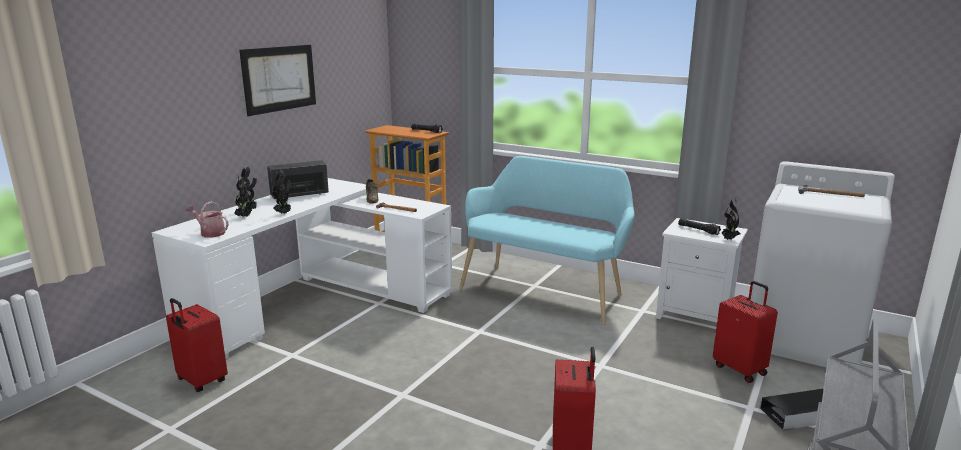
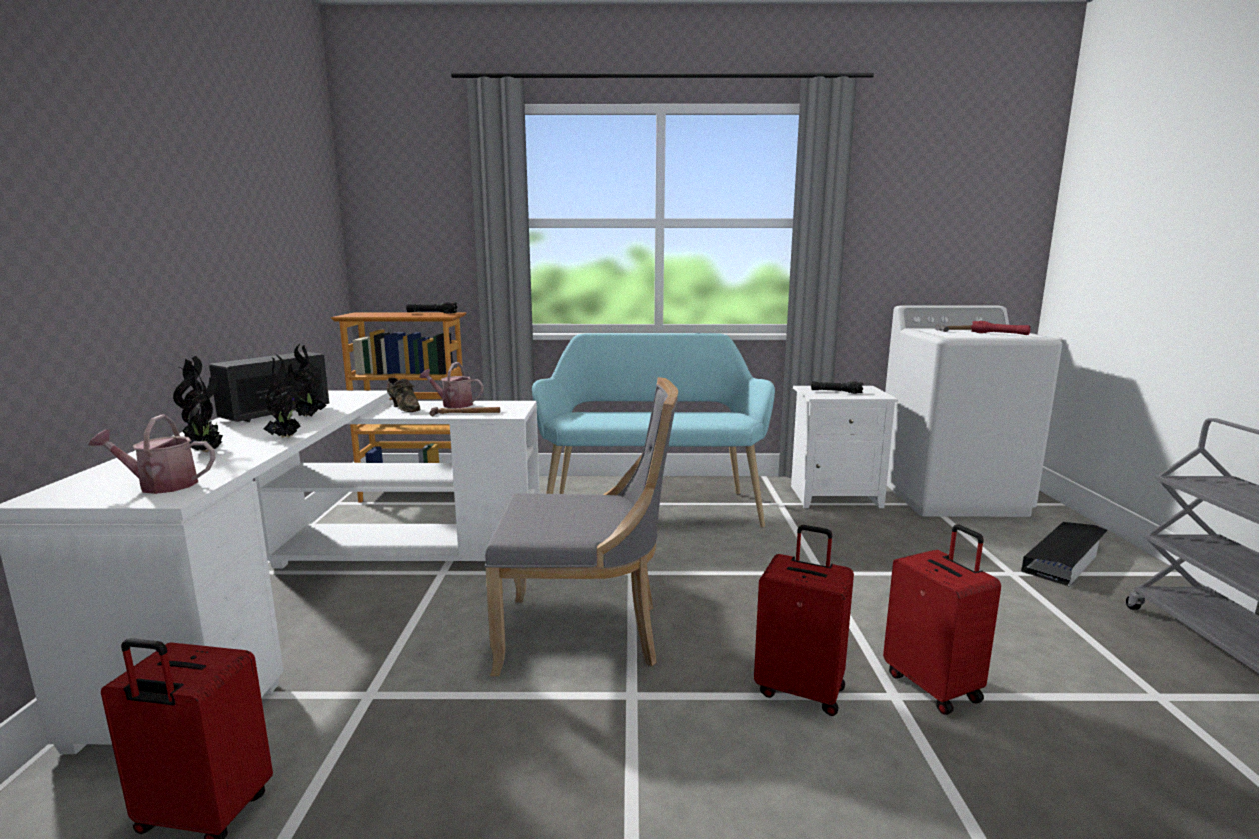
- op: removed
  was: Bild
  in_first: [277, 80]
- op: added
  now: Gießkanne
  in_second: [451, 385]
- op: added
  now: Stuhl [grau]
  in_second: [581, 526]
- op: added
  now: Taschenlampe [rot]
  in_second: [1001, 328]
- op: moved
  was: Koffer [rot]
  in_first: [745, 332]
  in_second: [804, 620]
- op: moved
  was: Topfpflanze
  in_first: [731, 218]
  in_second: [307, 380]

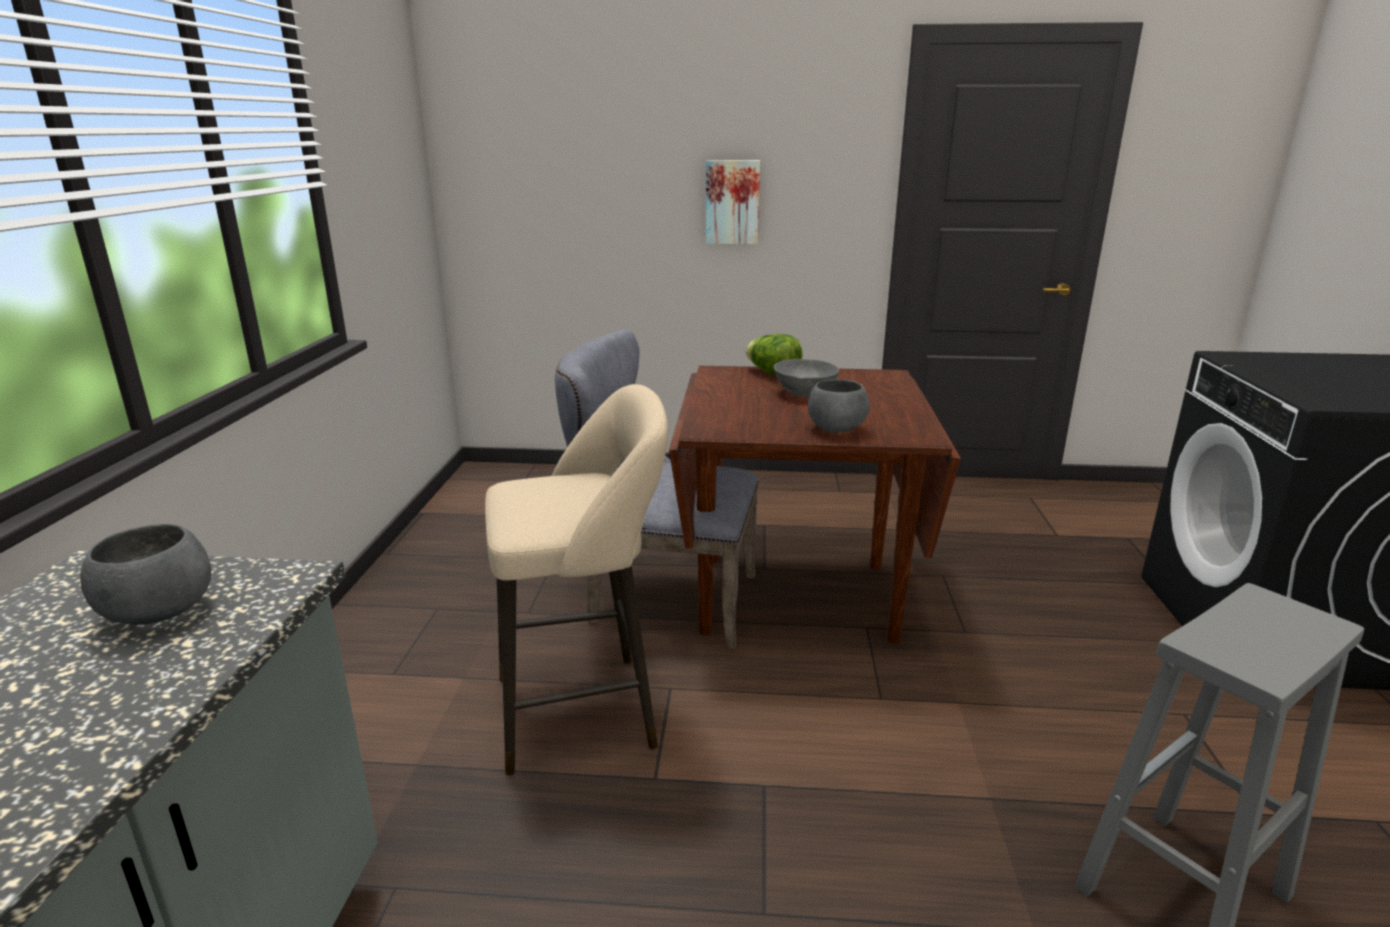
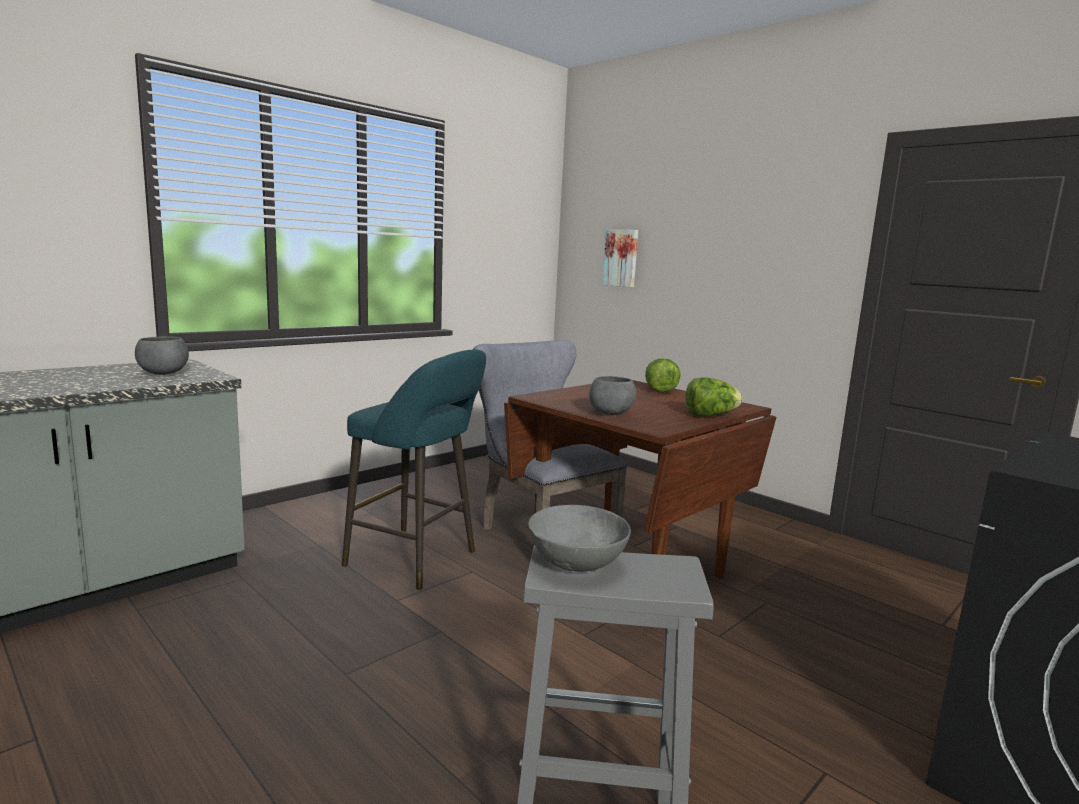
- op: added
  now: Salatkopf
  in_second: [714, 397]
- op: moved
  was: Bild
  in_first: [733, 202]
  in_second: [620, 258]
- op: moved
  was: Schüssel [grau]
  in_first: [806, 378]
  in_second: [579, 538]
- op: recoloured
  was: Hocker [beige]
  now: Hocker [türkis]
  in_first: [576, 580]
  in_second: [414, 470]

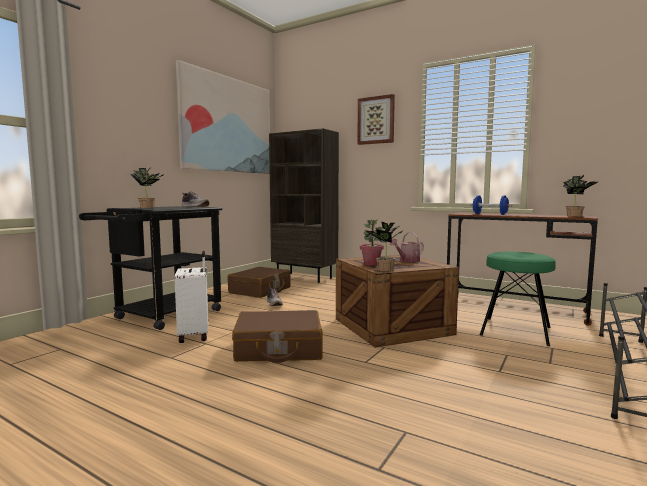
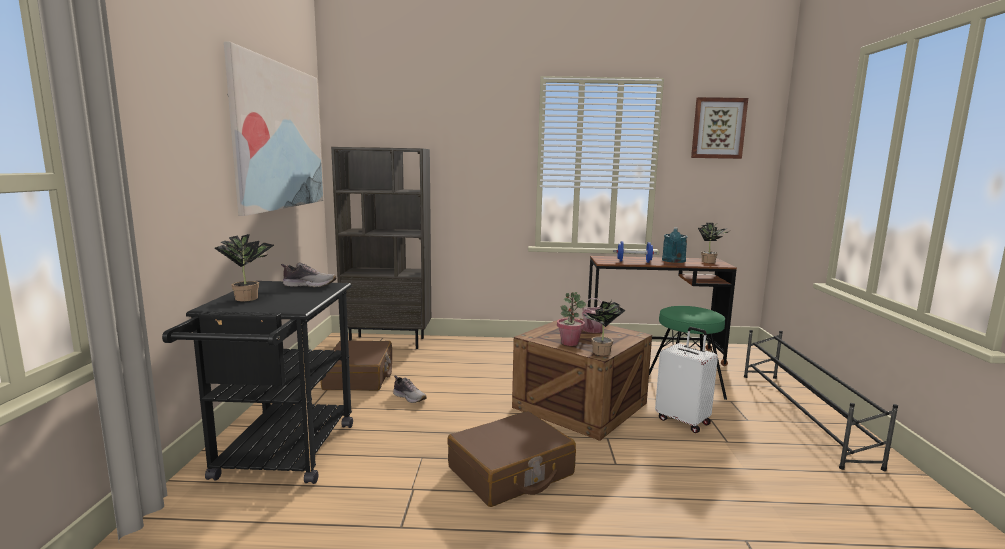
- op: added
  now: Gießkanne [türkis]
  in_second: [675, 245]
- op: moved
  was: Koffer [weiß]
  in_first: [191, 297]
  in_second: [686, 380]
- op: moved
  was: Bild
  in_first: [376, 119]
  in_second: [719, 128]

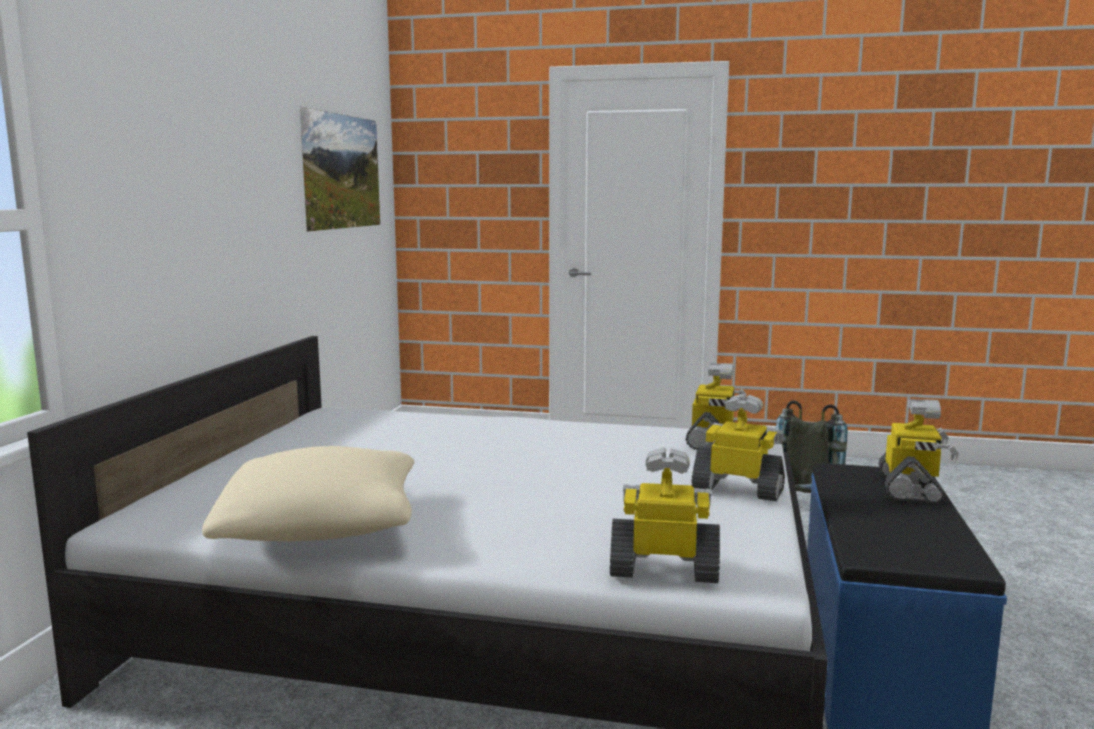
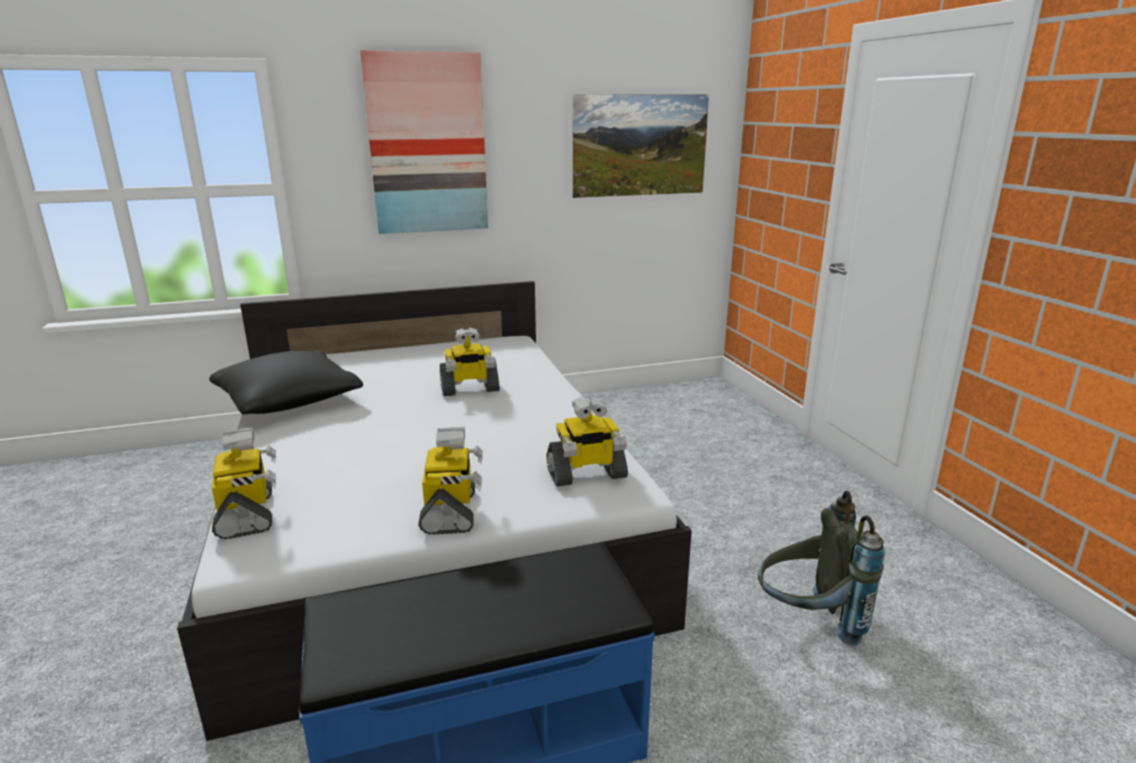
- op: added
  now: Bild
  in_second: [424, 142]
- op: moved
  was: Spielzeugroboter
  in_first: [918, 451]
  in_second: [470, 361]
- op: recoloured
  was: Kissen [beige]
  now: Kissen [schwarz]
  in_first: [308, 493]
  in_second: [286, 383]

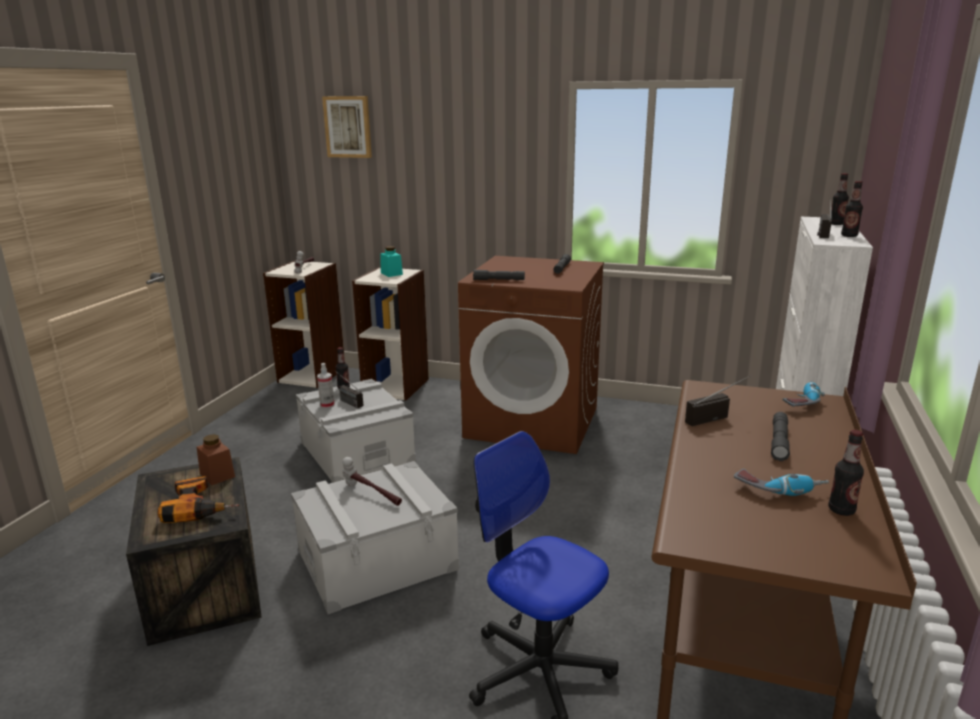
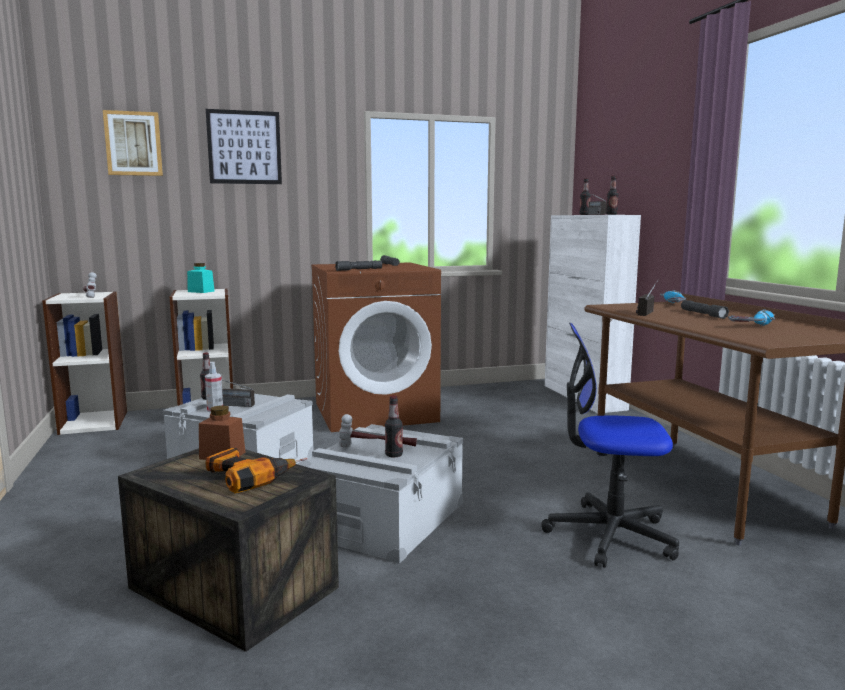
- op: added
  now: Bild
  in_second: [244, 146]
- op: moved
  was: Flasche
  in_first: [846, 473]
  in_second: [394, 426]

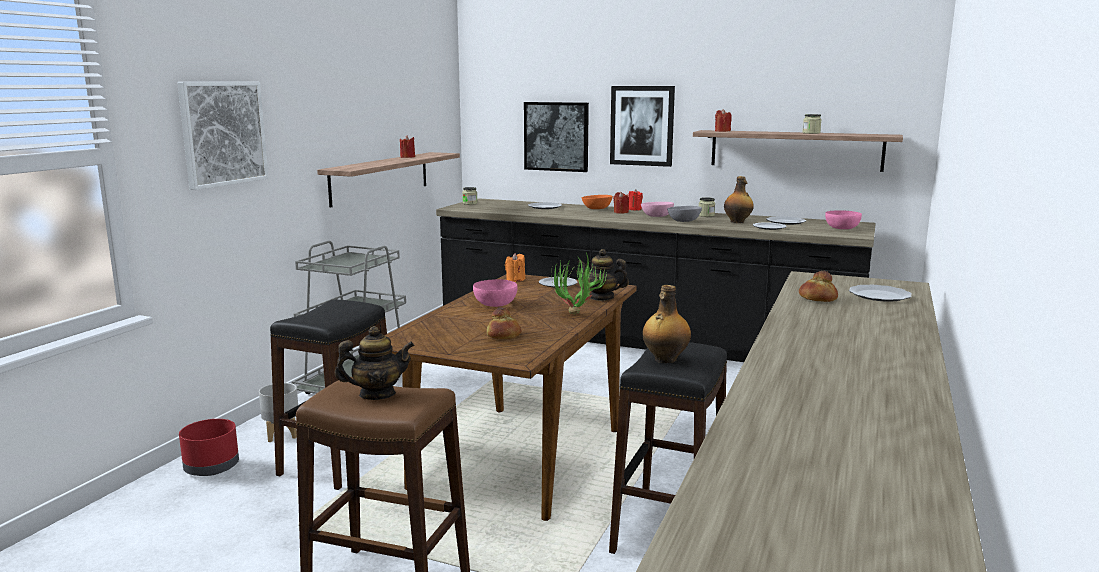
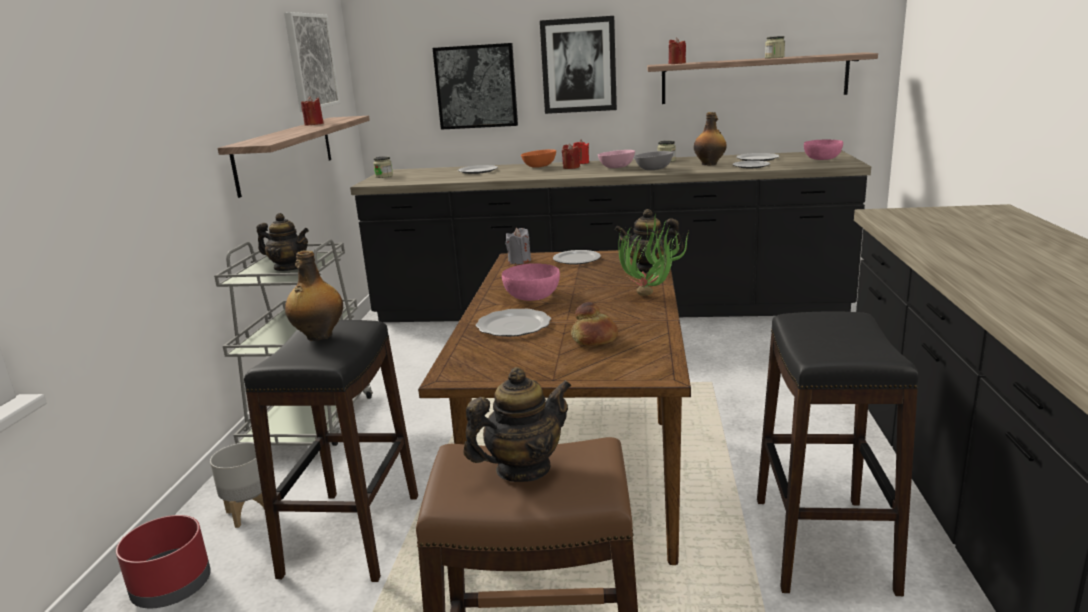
- op: removed
  was: Brot
  in_first: [818, 286]
- op: added
  now: Teekanne
  in_second: [283, 242]
- op: moved
  was: Bild
  in_first: [222, 136]
  in_second: [312, 62]
- op: moved
  was: Flasche
  in_first: [667, 324]
  in_second: [314, 296]
- op: moved
  was: Teller
  in_first: [880, 293]
  in_second: [513, 323]
- op: recoloured
  was: Kerze [orange]
  now: Kerze [grau]
  in_first: [515, 267]
  in_second: [518, 246]

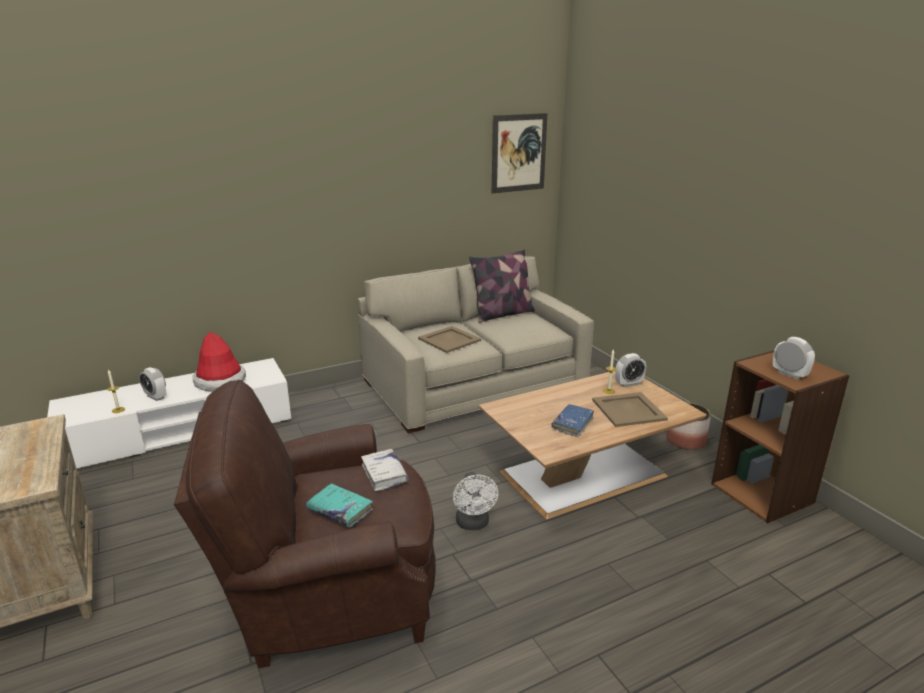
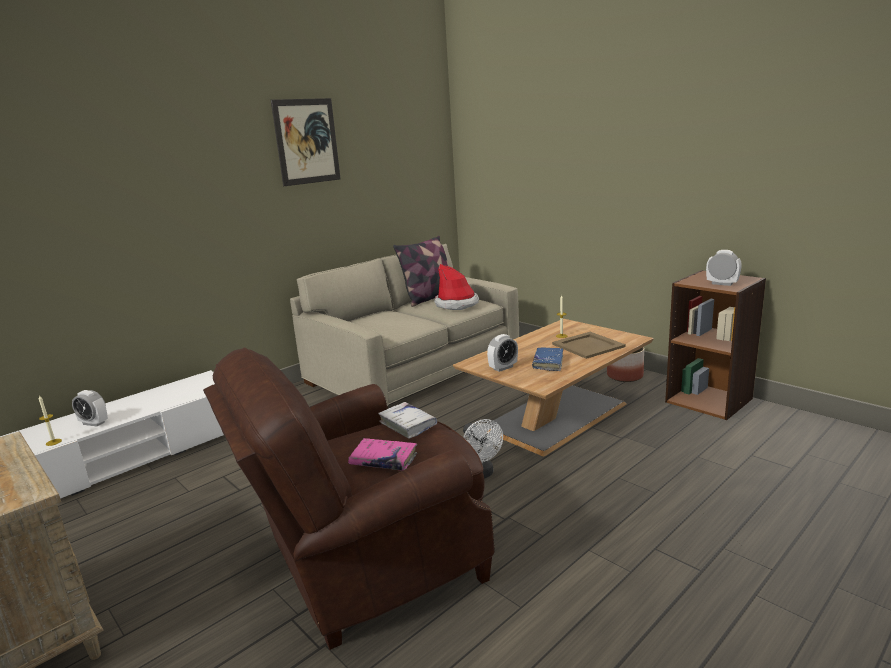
- op: removed
  was: Tablett [beige]
  in_first: [449, 339]
- op: moved
  was: Hut
  in_first: [219, 362]
  in_second: [456, 287]
- op: moved
  was: Bild
  in_first: [520, 153]
  in_second: [306, 142]
- op: moved
  was: Wecker
  in_first: [630, 370]
  in_second: [502, 353]
- op: recoloured
  was: Buch [türkis]
  now: Buch [rosa]
  in_first: [339, 505]
  in_second: [382, 454]

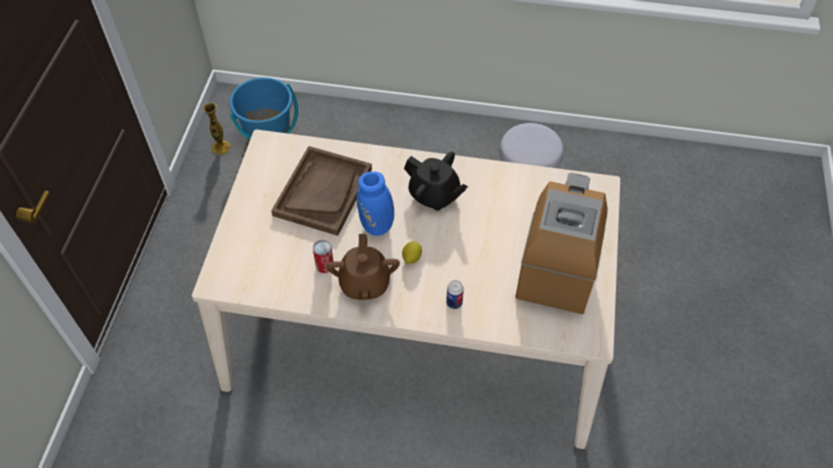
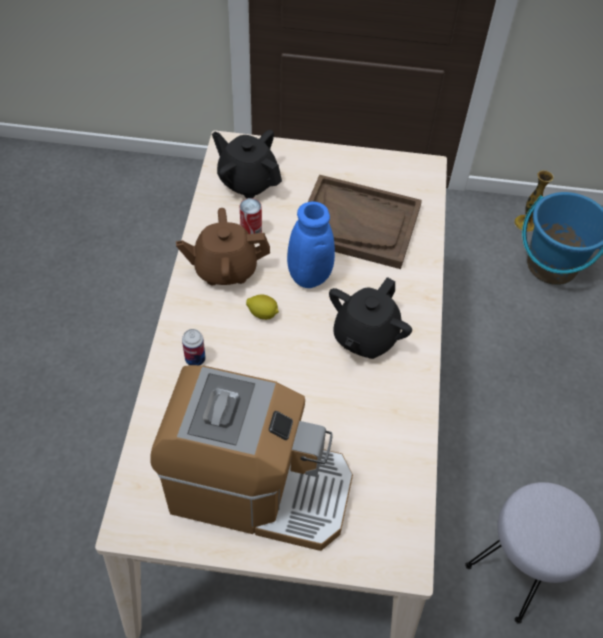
- op: added
  now: Teekanne [schwarz]
  in_second: [247, 164]

